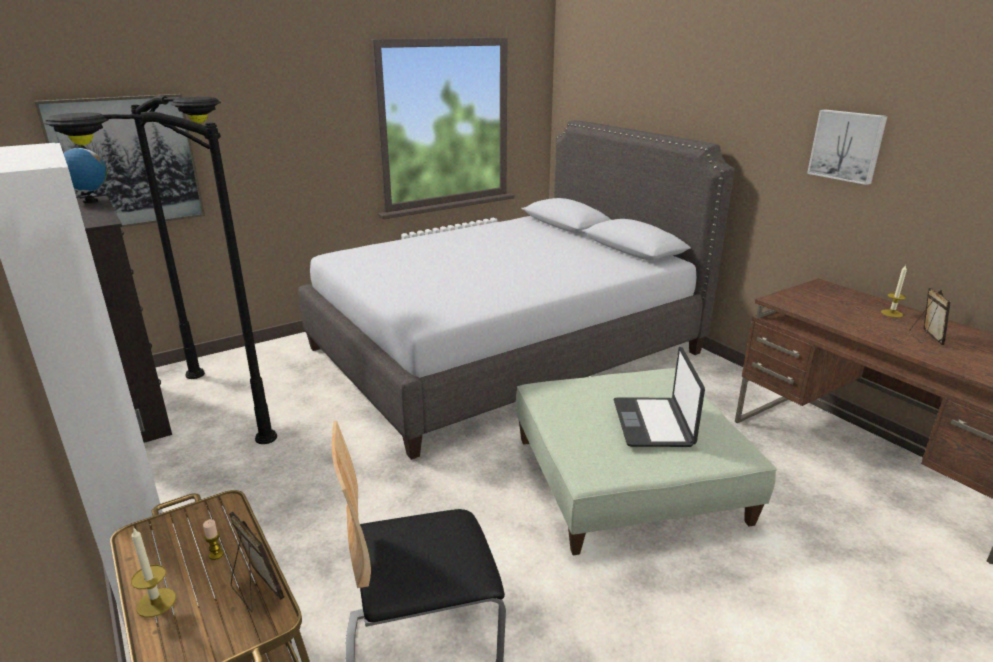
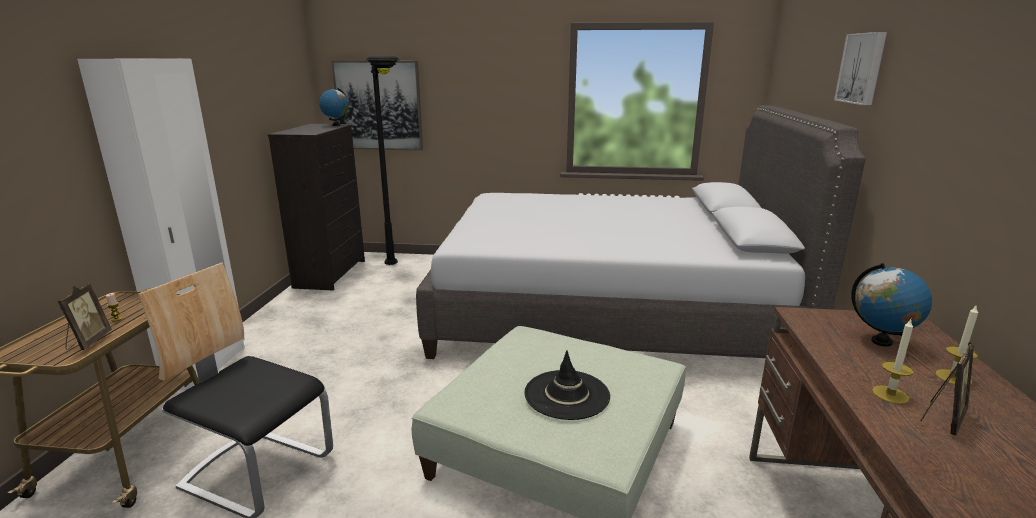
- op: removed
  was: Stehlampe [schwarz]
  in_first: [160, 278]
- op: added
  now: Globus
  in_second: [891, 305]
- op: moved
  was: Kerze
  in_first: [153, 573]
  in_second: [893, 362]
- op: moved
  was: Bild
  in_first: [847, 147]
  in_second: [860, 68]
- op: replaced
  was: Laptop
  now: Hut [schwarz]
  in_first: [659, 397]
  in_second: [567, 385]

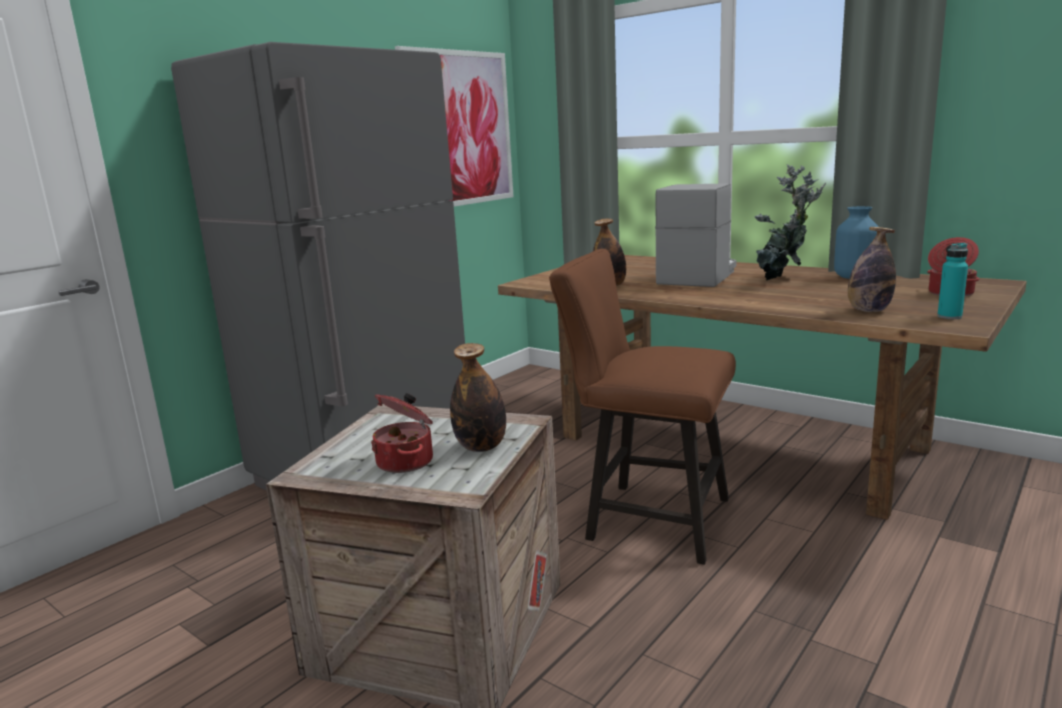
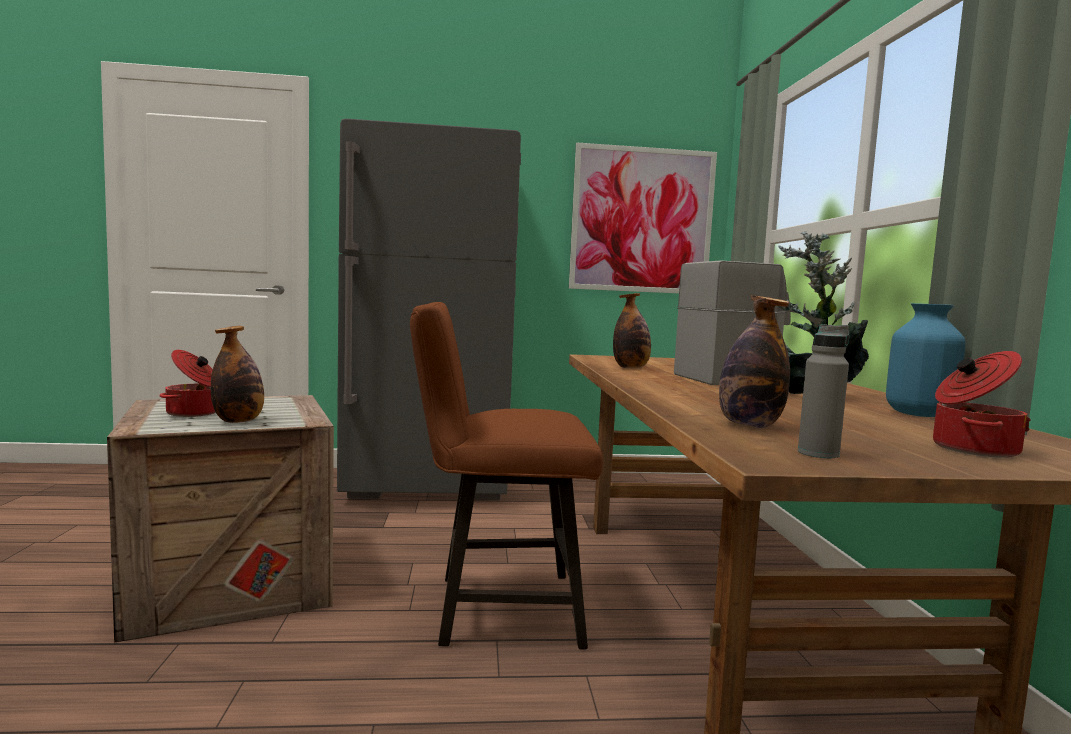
- op: recoloured
  was: Flasche [türkis]
  now: Flasche [grau]
  in_first: [952, 281]
  in_second: [823, 391]
- op: turned
  was: Stuhl [braun]
  in_first: [642, 407]
  in_second: [506, 475]
  clockwise: -75

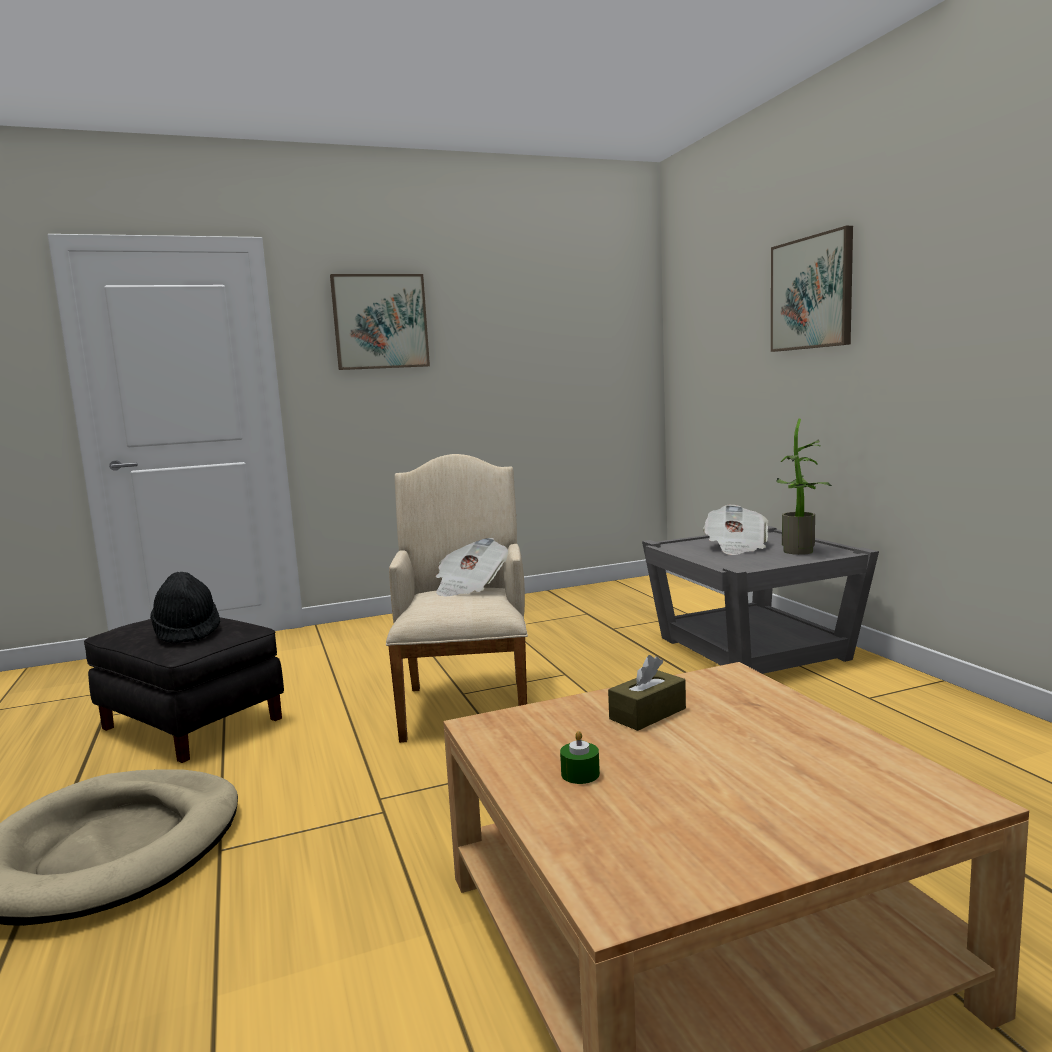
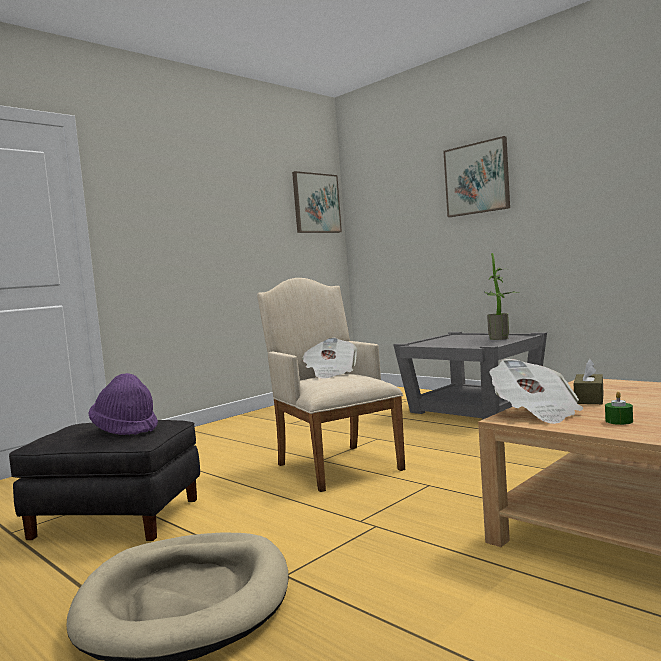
- op: moved
  was: Bild
  in_first: [380, 322]
  in_second: [317, 202]
- op: moved
  was: Zeitung
  in_first: [735, 530]
  in_second: [536, 391]
- op: recoloured
  was: Hut [schwarz]
  now: Hut [lila]
  in_first: [185, 608]
  in_second: [123, 404]

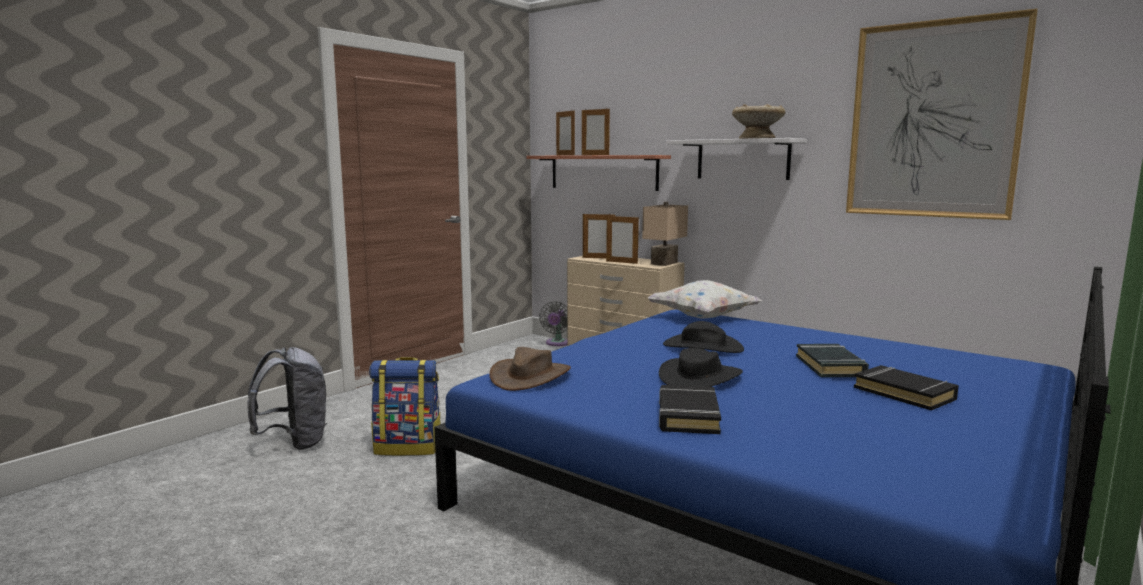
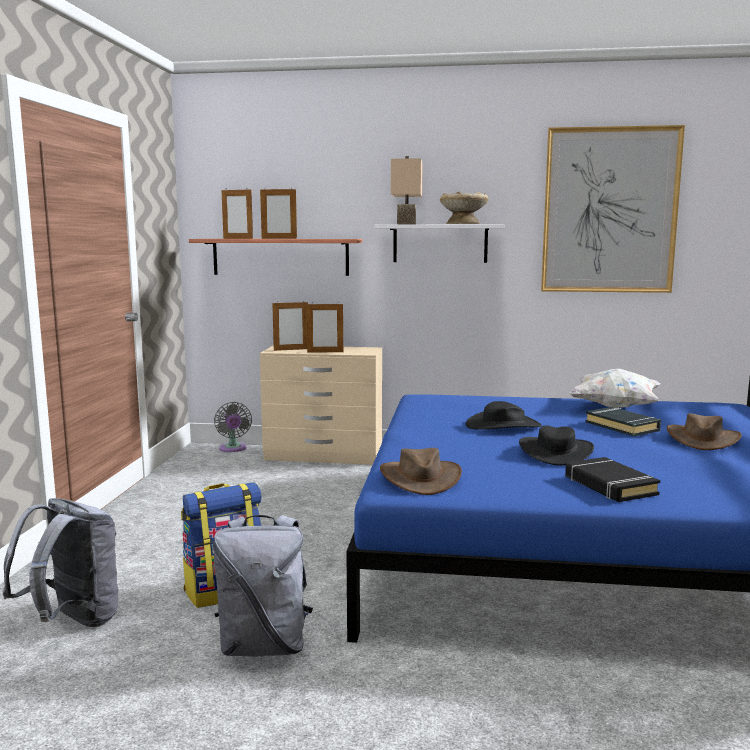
- op: added
  now: Rucksack [grau]
  in_second: [263, 585]
- op: moved
  was: Tischlampe [beige]
  in_first: [665, 234]
  in_second: [407, 190]
- op: moved
  was: Kissen [weiß]
  in_first: [705, 299]
  in_second: [614, 388]
- op: replaced
  was: Buch [schwarz]
  now: Hut [braun]
  in_first: [906, 387]
  in_second: [704, 431]

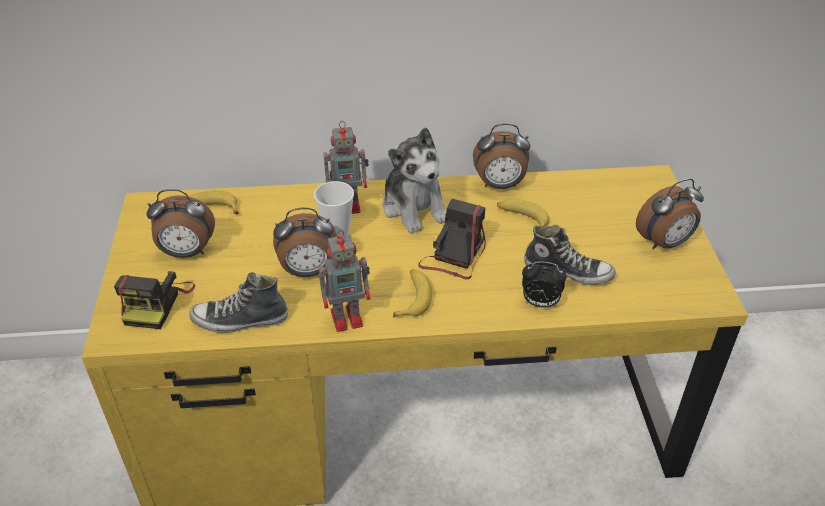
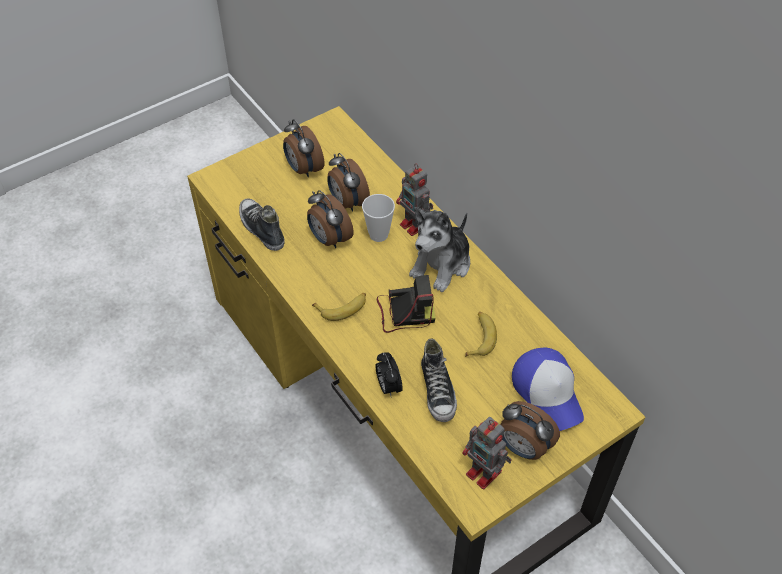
- op: removed
  was: Kamera
  in_first: [154, 300]
- op: removed
  was: Banane
  in_first: [214, 202]
- op: added
  now: Kappe
  in_second: [548, 389]
- op: moved
  was: Spielzeugroboter
  in_first: [344, 281]
  in_second: [487, 453]
- op: moved
  was: Wecker
  in_first: [501, 156]
  in_second: [348, 182]

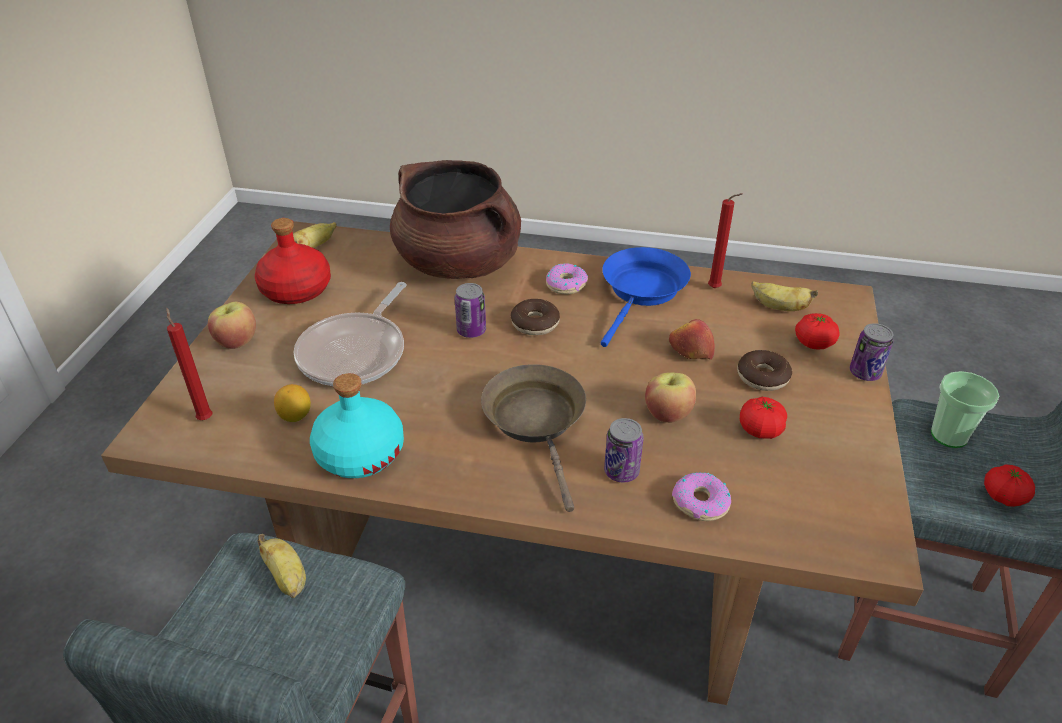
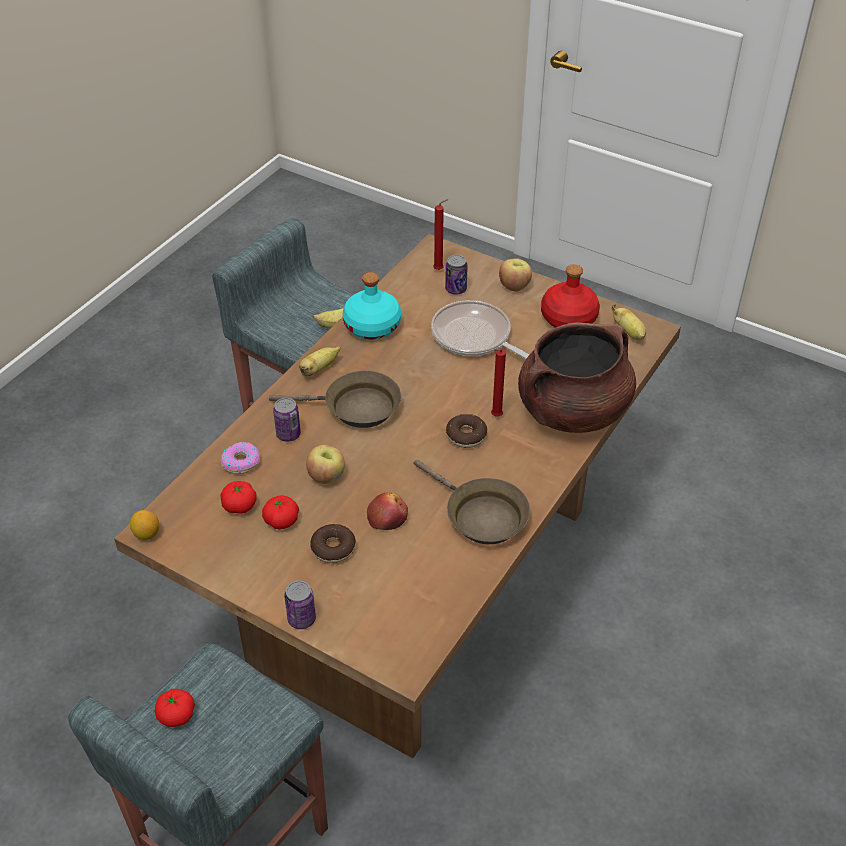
- op: removed
  was: Donut
  in_first: [567, 278]
- op: removed
  was: Tasse
  in_first: [965, 409]
- op: moved
  was: Zitrone
  in_first: [292, 403]
  in_second: [144, 525]
- op: moved
  was: Dose
  in_first: [470, 310]
  in_second: [456, 275]
- op: moved
  was: Kerze [rot]
  in_first: [725, 240]
  in_second: [498, 383]
- op: moved
  was: Banane
  in_first: [784, 296]
  in_second: [319, 361]
- op: moved
  was: Tomate
  in_first: [817, 331]
  in_second: [239, 497]
- op: recoloured
  was: Pfanne [blau]
  now: Pfanne [braun]
  in_first: [646, 297]
  in_second: [471, 502]

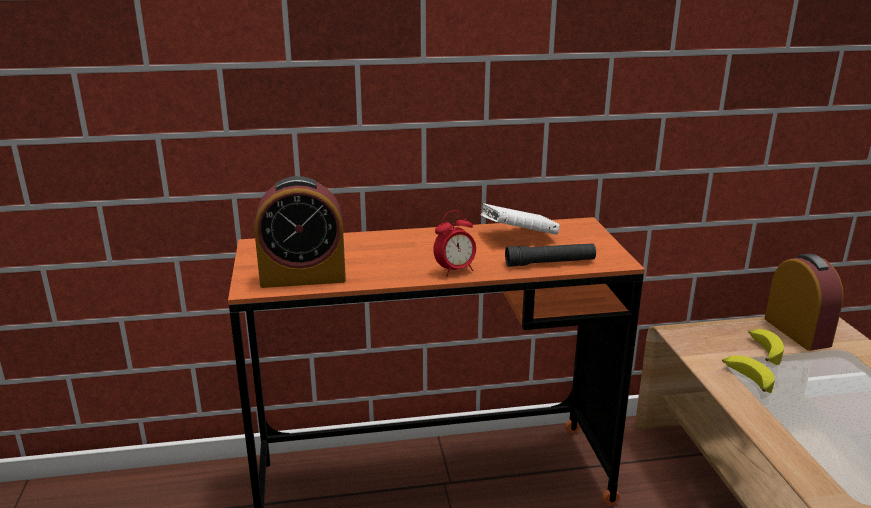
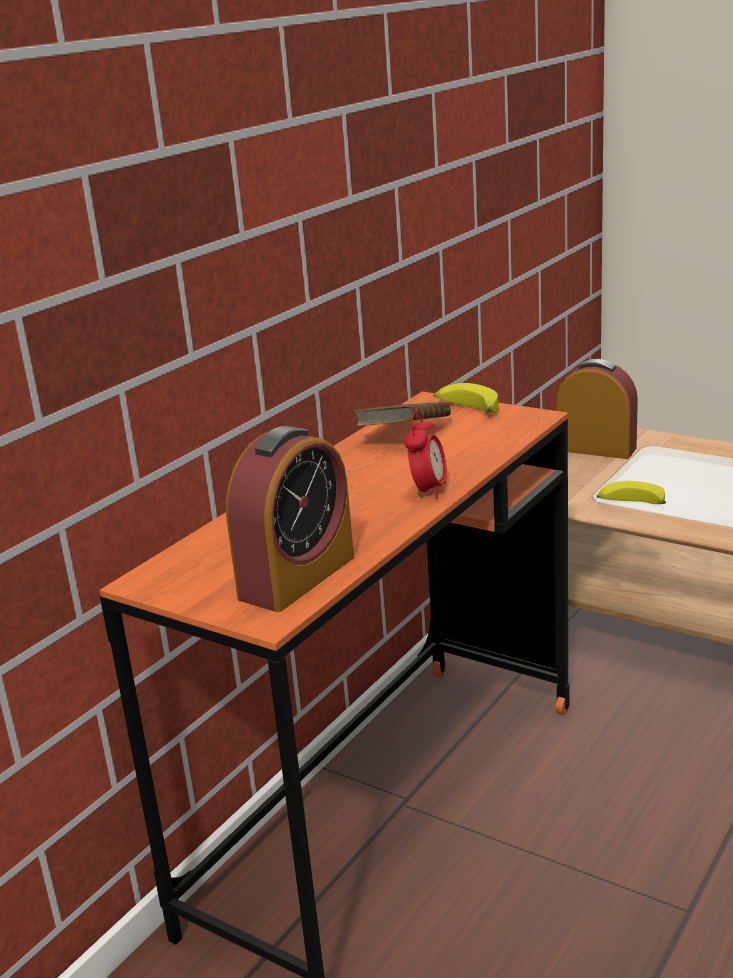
- op: removed
  was: Taschenlampe [schwarz]
  in_first: [550, 255]
- op: moved
  was: Banane
  in_first: [766, 347]
  in_second: [466, 398]
- op: recoloured
  was: Buch [weiß]
  now: Buch [braun]
  in_first: [520, 219]
  in_second: [402, 414]

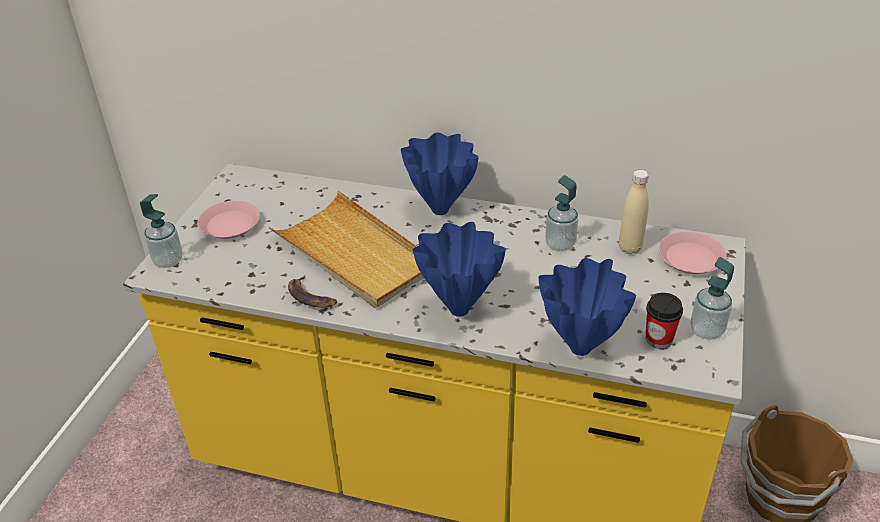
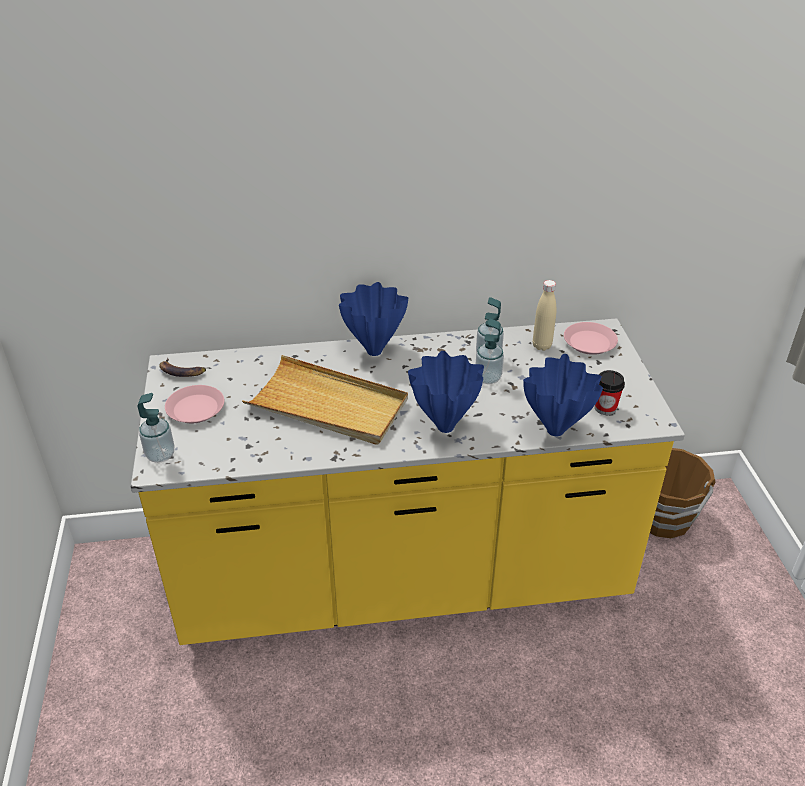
- op: moved
  was: Banane
  in_first: [312, 291]
  in_second: [182, 367]
- op: moved
  was: Seifenspender
  in_first: [712, 298]
  in_second: [490, 351]

